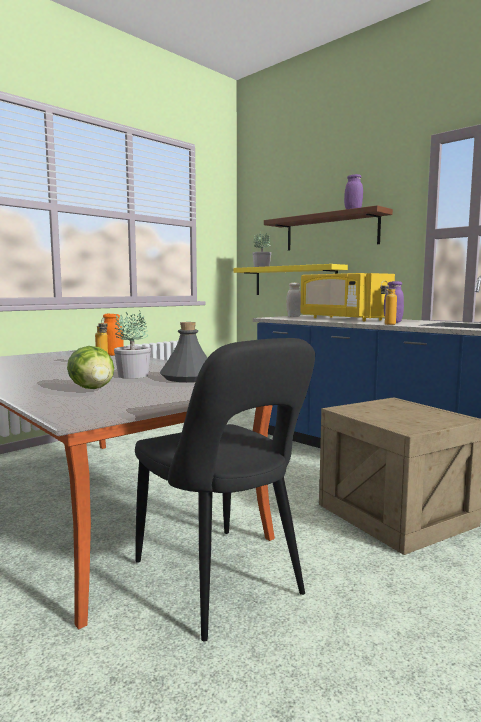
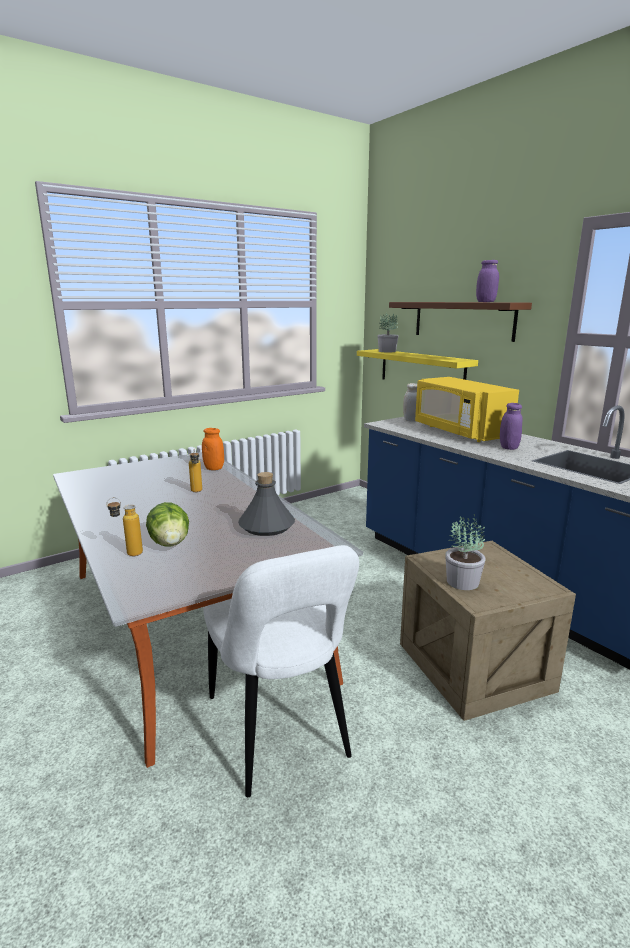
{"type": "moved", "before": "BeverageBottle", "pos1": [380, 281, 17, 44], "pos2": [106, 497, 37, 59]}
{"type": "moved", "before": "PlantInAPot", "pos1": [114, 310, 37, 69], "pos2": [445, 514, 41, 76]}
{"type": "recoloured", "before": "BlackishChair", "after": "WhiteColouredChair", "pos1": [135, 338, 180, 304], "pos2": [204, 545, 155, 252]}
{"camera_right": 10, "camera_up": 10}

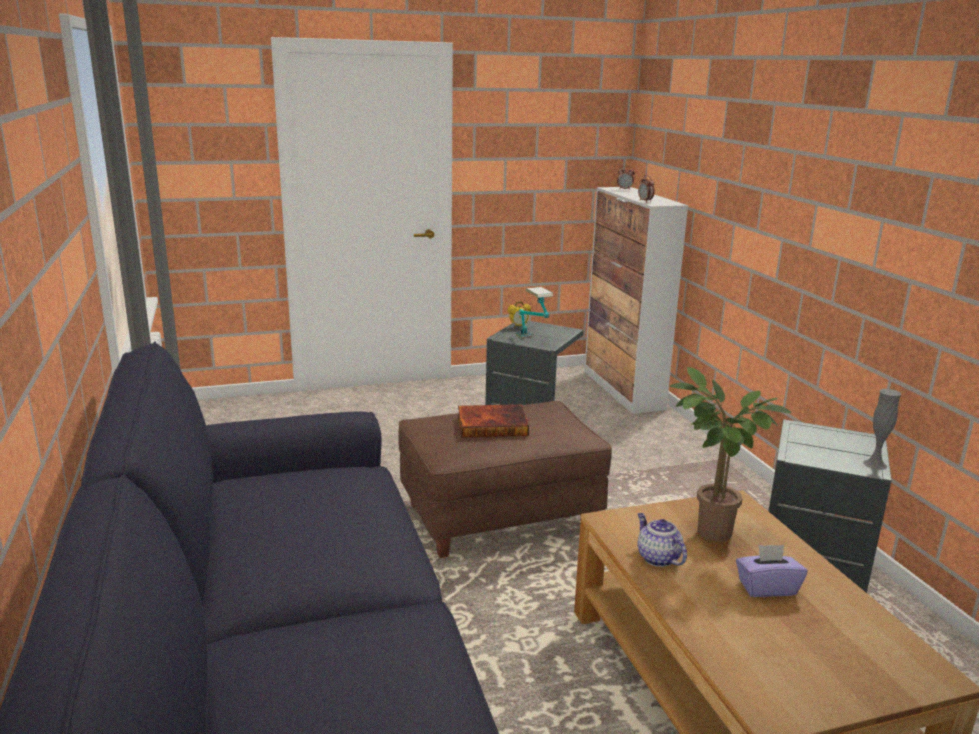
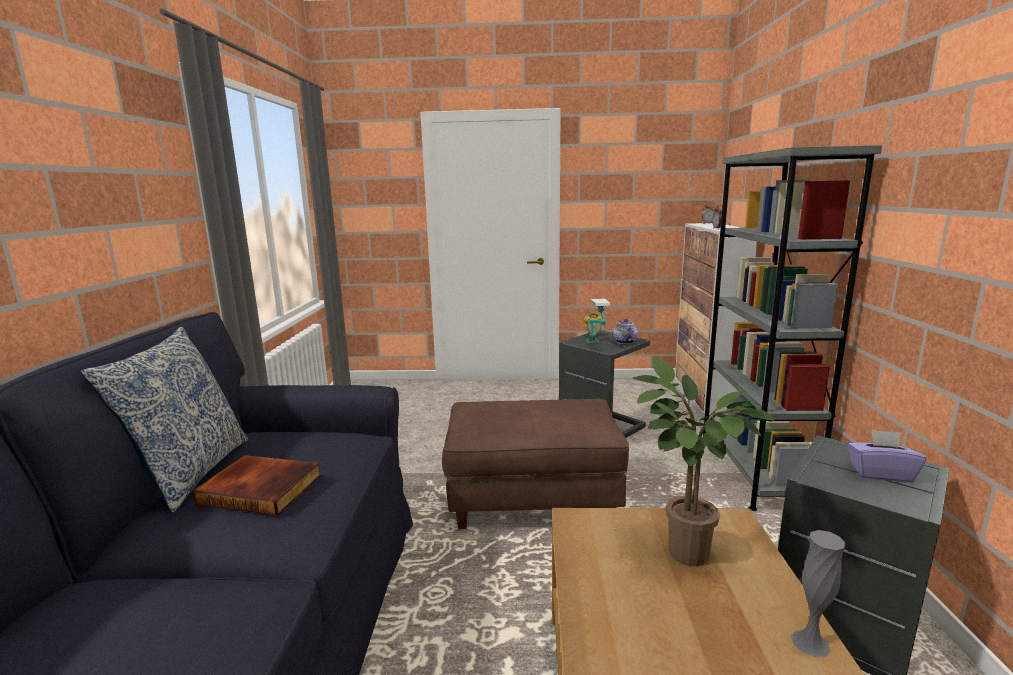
{"type": "moved", "before": "GreyishDecorativeVase", "pos1": [863, 389, 38, 81], "pos2": [791, 530, 54, 128]}
{"type": "moved", "before": "BoundBook", "pos1": [458, 404, 71, 34], "pos2": [193, 455, 128, 60]}
{"type": "moved", "before": "Teapot", "pos1": [638, 513, 49, 54], "pos2": [613, 319, 25, 25]}
{"type": "moved", "before": "PurplishTissueHolder", "pos1": [736, 545, 71, 52], "pos2": [847, 430, 79, 52]}
{"type": "added", "after": "GreyishBookshelf", "pos2": [703, 145, 179, 366]}
{"type": "added", "after": "Pillow", "pos2": [81, 327, 167, 186]}
{"camera_right": 20, "camera_up": -5}

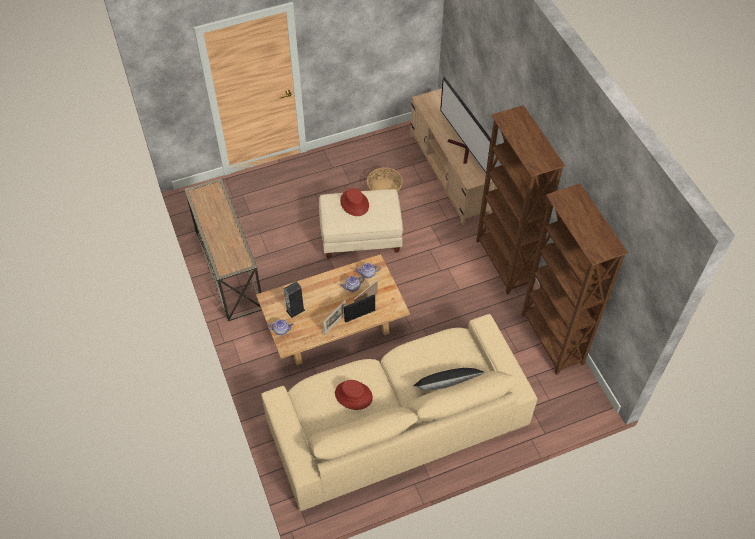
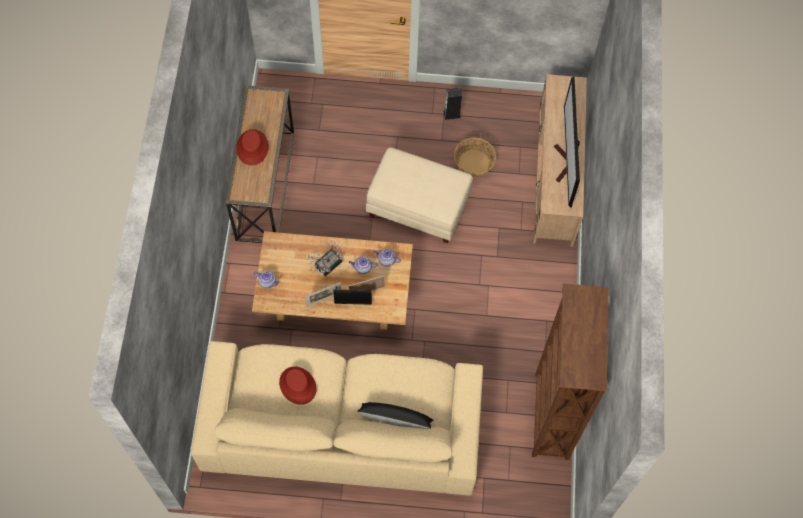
{"type": "removed", "before": "BrownColouredBookshelf", "pos1": [476, 105, 89, 189]}
{"type": "moved", "before": "RedWearableHat", "pos1": [340, 188, 29, 28], "pos2": [236, 129, 33, 37]}
{"type": "moved", "before": "AudioSpeaker", "pos1": [284, 281, 21, 37], "pos2": [443, 88, 19, 32]}
{"type": "added", "after": "PlantInAPot", "pos2": [307, 241, 36, 36]}
{"camera_right": 25, "camera_up": 10}

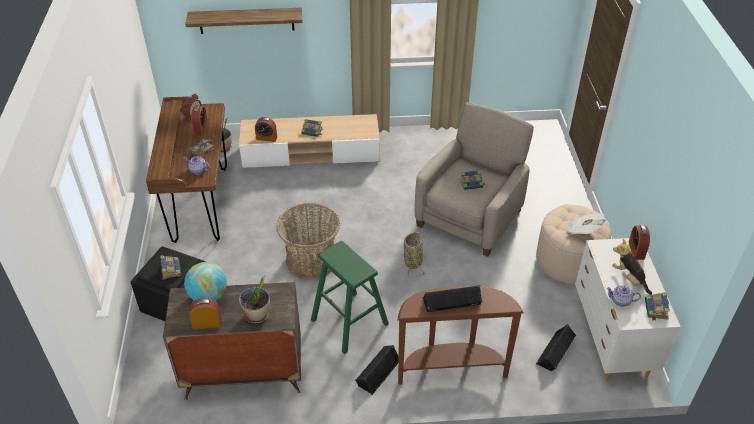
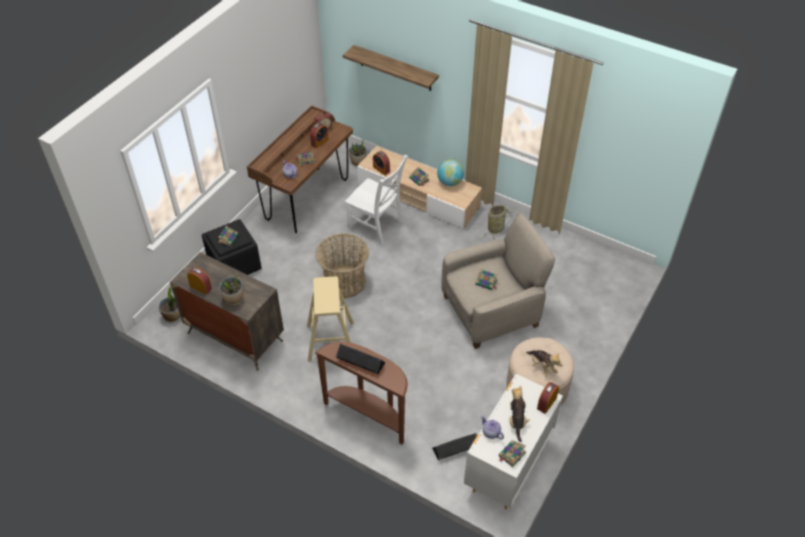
{"type": "replaced", "before": "PrintedPaper", "after": "SoftToy", "pos1": [567, 213, 40, 21], "pos2": [526, 350, 36, 27]}
{"type": "moved", "before": "HouseholdBasket", "pos1": [404, 232, 22, 46], "pos2": [484, 205, 29, 34]}
{"type": "recoloured", "before": "GreenStoolSeat", "after": "BeigeStoolSeat", "pos1": [311, 241, 78, 113], "pos2": [307, 276, 47, 86]}
{"type": "moved", "before": "Globe", "pos1": [184, 262, 43, 39], "pos2": [437, 159, 27, 27]}
{"type": "removed", "before": "BlackishAudioSpeaker", "pos1": [355, 345, 43, 50]}
{"type": "added", "after": "WhiteColouredChair", "pos2": [345, 155, 63, 90]}
{"type": "added", "after": "PlantInAPot", "pos2": [159, 285, 21, 37]}
{"camera_right": 35, "camera_up": 5}

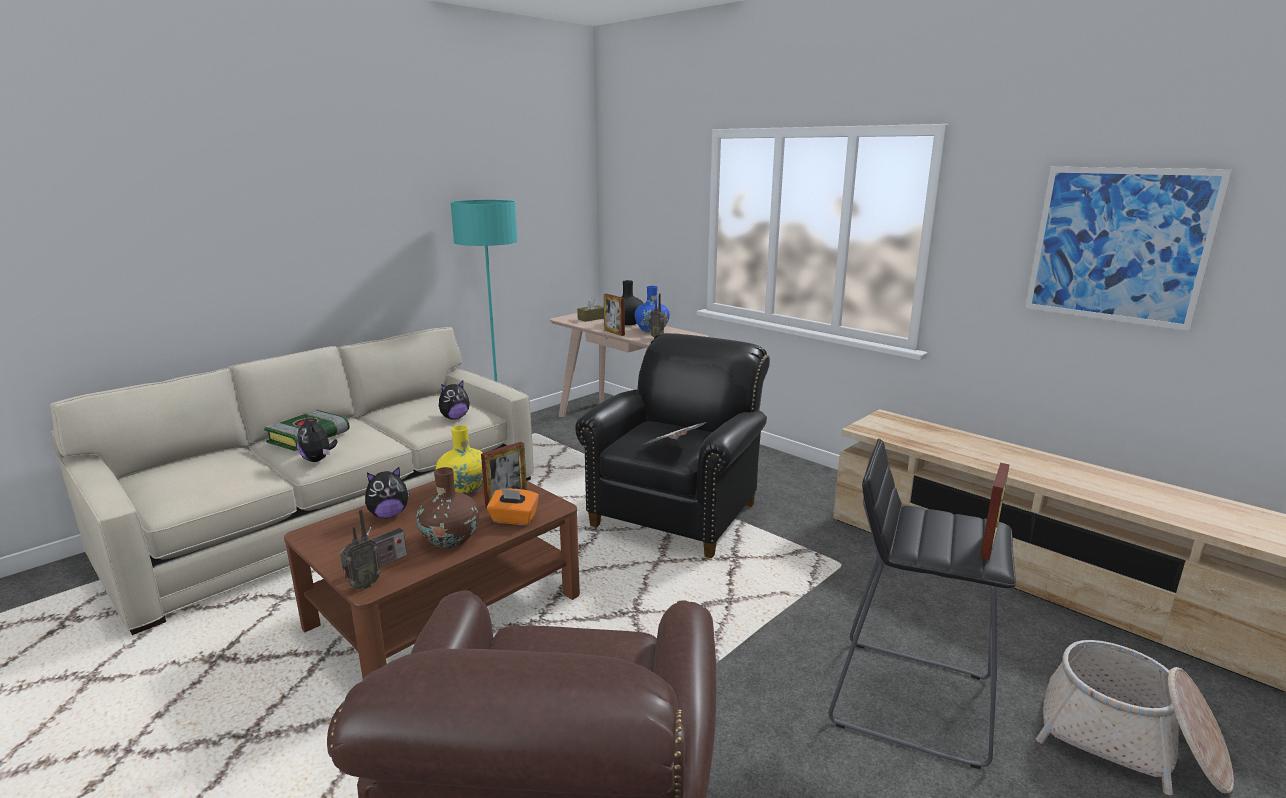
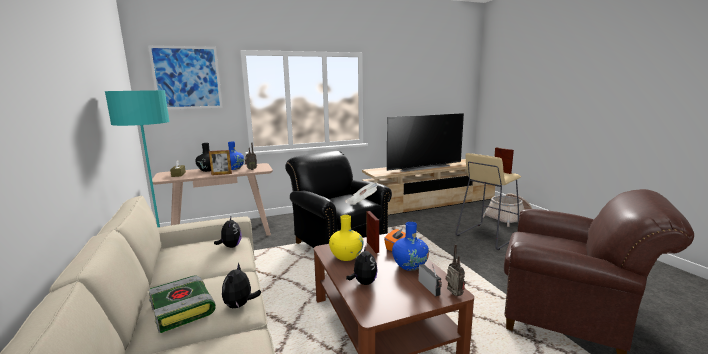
{"type": "moved", "before": "Picture", "pos1": [1025, 167, 208, 164], "pos2": [148, 45, 75, 65]}
{"type": "turned", "before": "SoftToy", "pos1": [297, 416, 40, 46], "pos2": [222, 263, 40, 45], "turn": 105}
{"type": "recoloured", "before": "BlackishStoolSeat", "after": "BeigeStoolSeat", "pos1": [829, 439, 187, 330], "pos2": [455, 153, 66, 97]}
{"type": "recoloured", "before": "BrownColouredDecorativeVase", "after": "BlueColouredDecorativeVase", "pos1": [416, 467, 63, 81], "pos2": [392, 222, 37, 49]}
{"type": "added", "after": "TvSet", "pos2": [387, 113, 77, 59]}
{"camera_right": -65, "camera_up": -5}

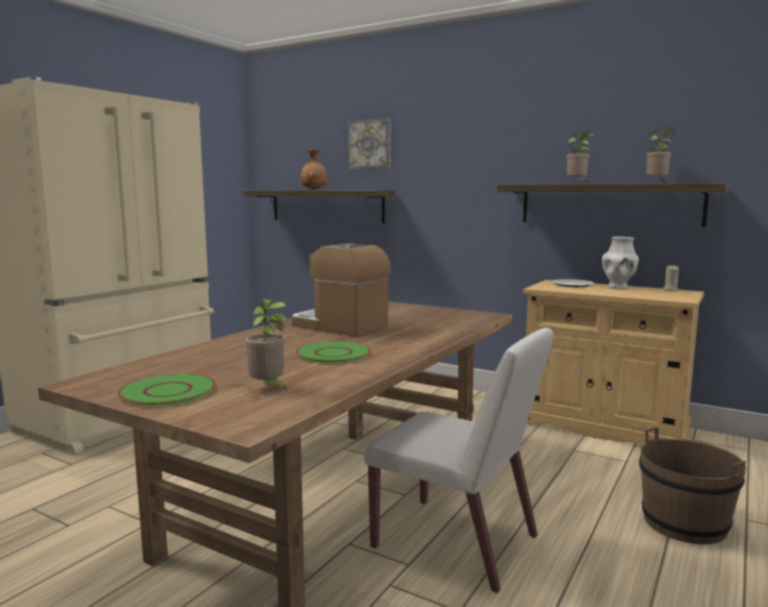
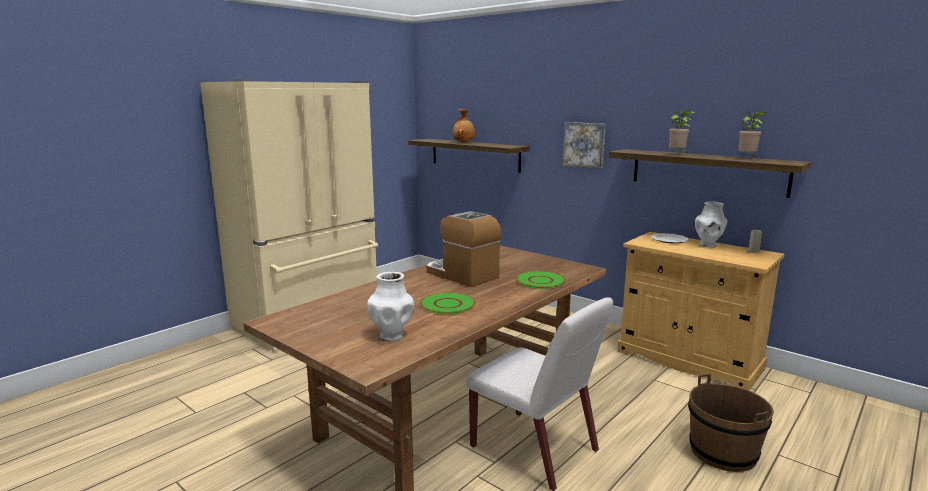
{"type": "moved", "before": "Picture", "pos1": [348, 118, 43, 51], "pos2": [562, 122, 44, 47]}
{"type": "replaced", "before": "PlantInAPot", "after": "WhiteColouredDecorativeVase", "pos1": [245, 299, 42, 93], "pos2": [367, 272, 47, 70]}
{"type": "moved", "before": "GreenFlatDish", "pos1": [118, 374, 98, 32], "pos2": [516, 271, 50, 18]}
{"camera_right": 10, "camera_up": 5}

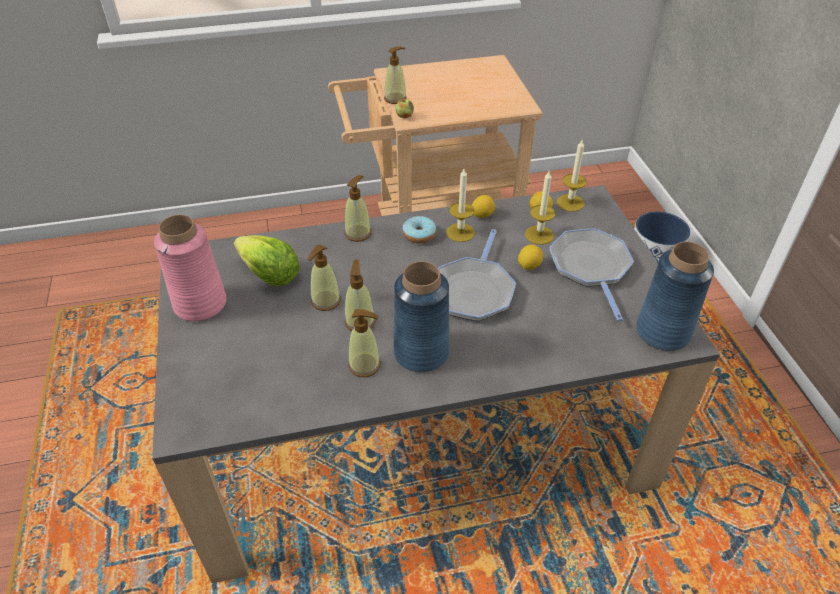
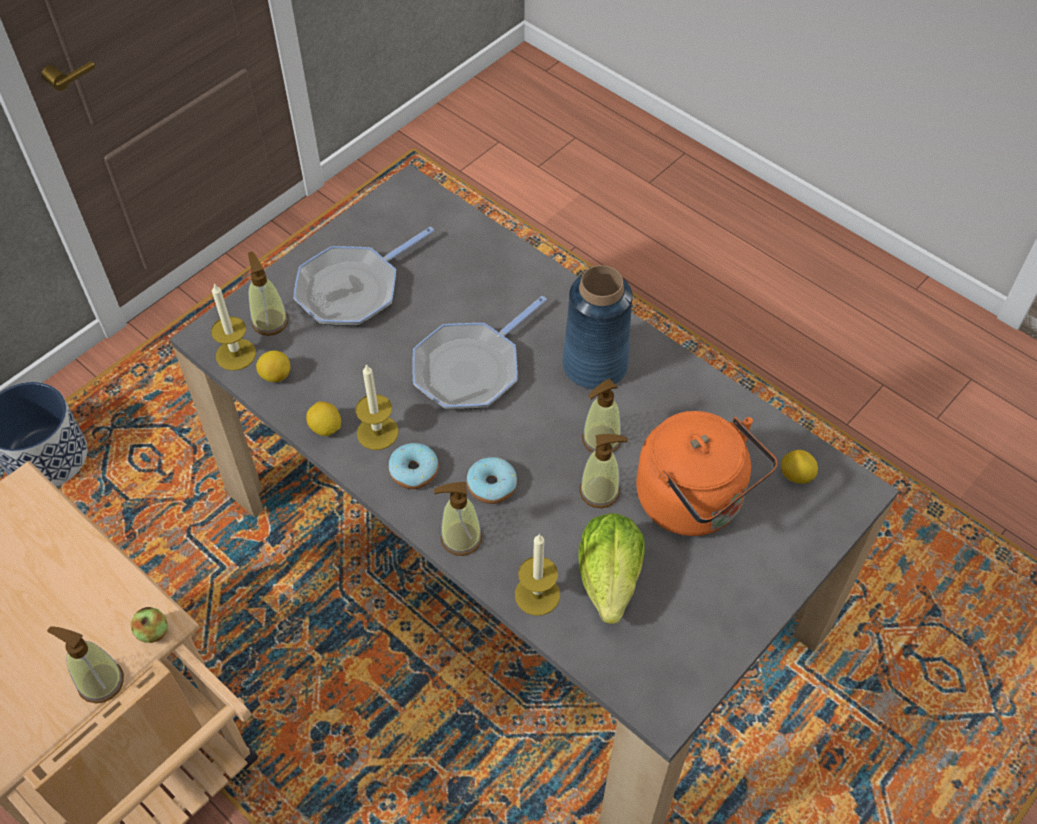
{"type": "moved", "before": "WaxLight", "pos1": [525, 171, 30, 74], "pos2": [515, 534, 45, 82]}
{"type": "removed", "before": "PinkColouredDecorativeVase", "pos1": [154, 215, 72, 106]}
{"type": "turned", "before": "Pan", "pos1": [438, 229, 78, 92], "pos2": [412, 296, 135, 113], "turn": 150}
{"type": "removed", "before": "BlueColouredDecorativeVase", "pos1": [636, 242, 78, 109]}
{"type": "moved", "before": "CitrusFruit", "pos1": [518, 244, 25, 26], "pos2": [781, 450, 37, 34]}
{"type": "moved", "before": "SoapDispenser", "pos1": [348, 309, 33, 68], "pos2": [248, 252, 41, 84]}
{"type": "added", "after": "OrangeTeaKettle", "pos2": [636, 411, 141, 125]}
{"type": "added", "after": "Donut", "pos2": [467, 457, 50, 47]}
{"camera_right": -125, "camera_up": 10}

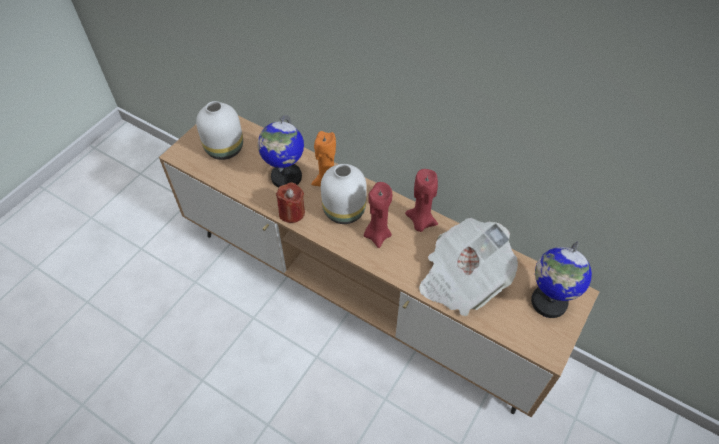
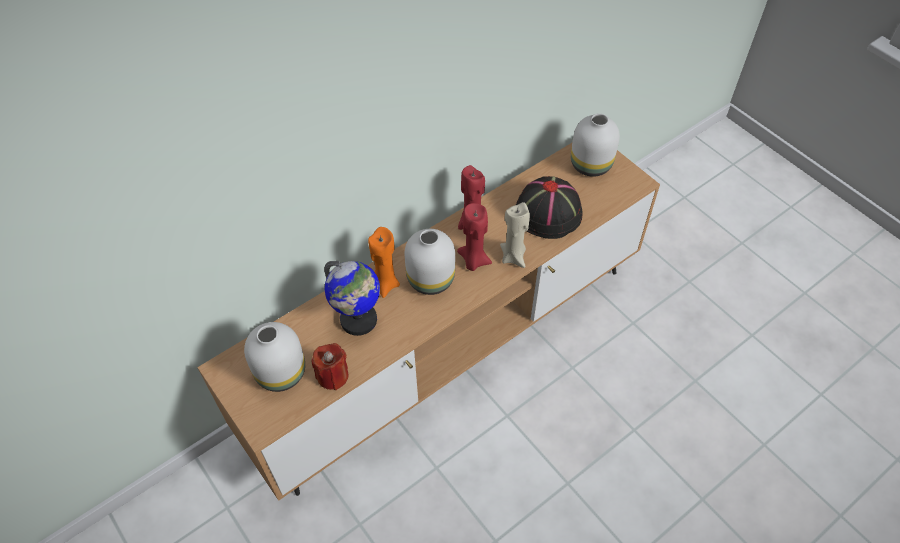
{"type": "moved", "before": "RedWaxLight", "pos1": [276, 182, 29, 41], "pos2": [311, 343, 38, 47]}
{"type": "replaced", "before": "PrintedPaper", "after": "BlackishWearableHat", "pos1": [419, 218, 99, 98], "pos2": [516, 176, 66, 63]}
{"type": "replaced", "before": "Globe", "after": "WhiteColouredDecorativeVase", "pos1": [531, 242, 61, 76], "pos2": [571, 113, 49, 64]}
{"type": "added", "after": "BeigeWaxLight", "pos2": [500, 202, 30, 66]}
{"camera_right": -70, "camera_up": 0}

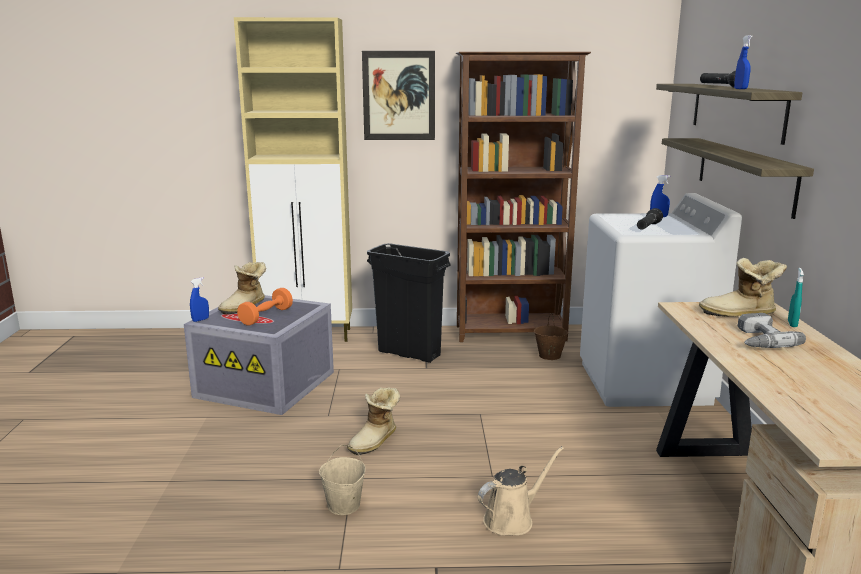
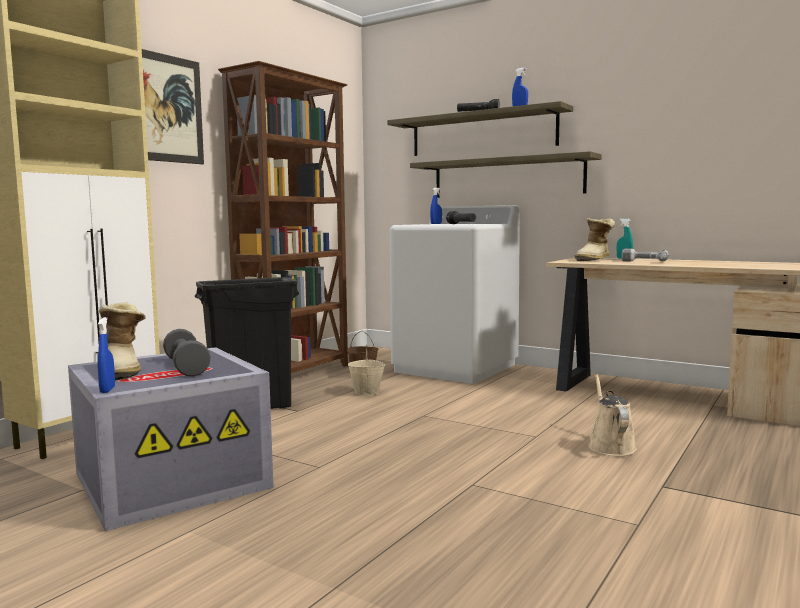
{"type": "recoloured", "before": "OrangeFreeWeight", "after": "GreyishFreeWeight", "pos1": [237, 288, 56, 37], "pos2": [163, 329, 48, 48]}
{"type": "removed", "before": "HighTopBoot", "pos1": [347, 387, 53, 68]}
{"type": "moved", "before": "BeigeWaterBucket", "pos1": [319, 445, 46, 70], "pos2": [348, 343, 37, 53]}
{"camera_right": -55, "camera_up": -10}

